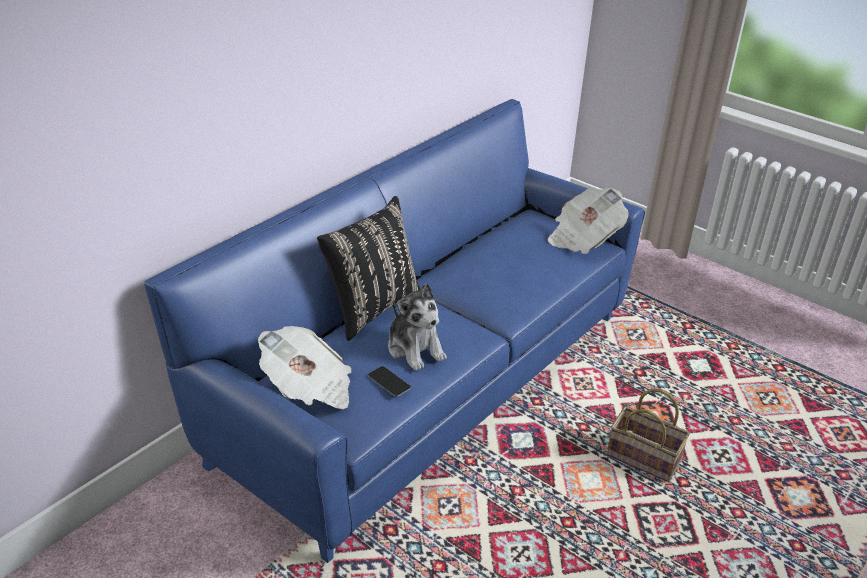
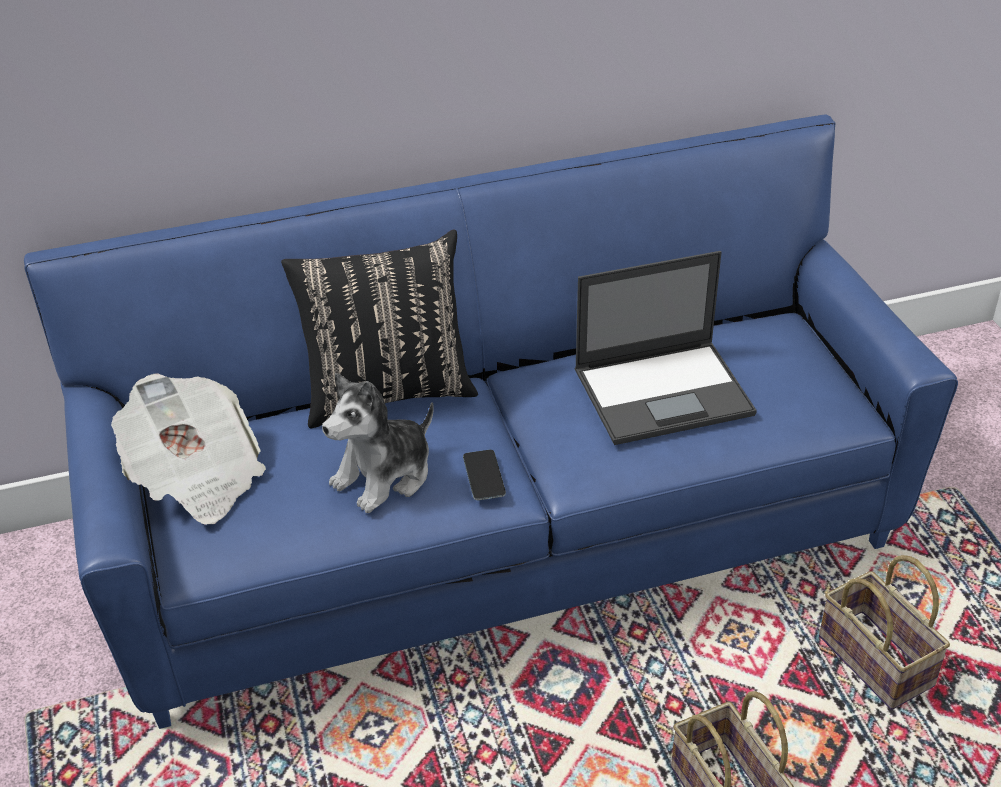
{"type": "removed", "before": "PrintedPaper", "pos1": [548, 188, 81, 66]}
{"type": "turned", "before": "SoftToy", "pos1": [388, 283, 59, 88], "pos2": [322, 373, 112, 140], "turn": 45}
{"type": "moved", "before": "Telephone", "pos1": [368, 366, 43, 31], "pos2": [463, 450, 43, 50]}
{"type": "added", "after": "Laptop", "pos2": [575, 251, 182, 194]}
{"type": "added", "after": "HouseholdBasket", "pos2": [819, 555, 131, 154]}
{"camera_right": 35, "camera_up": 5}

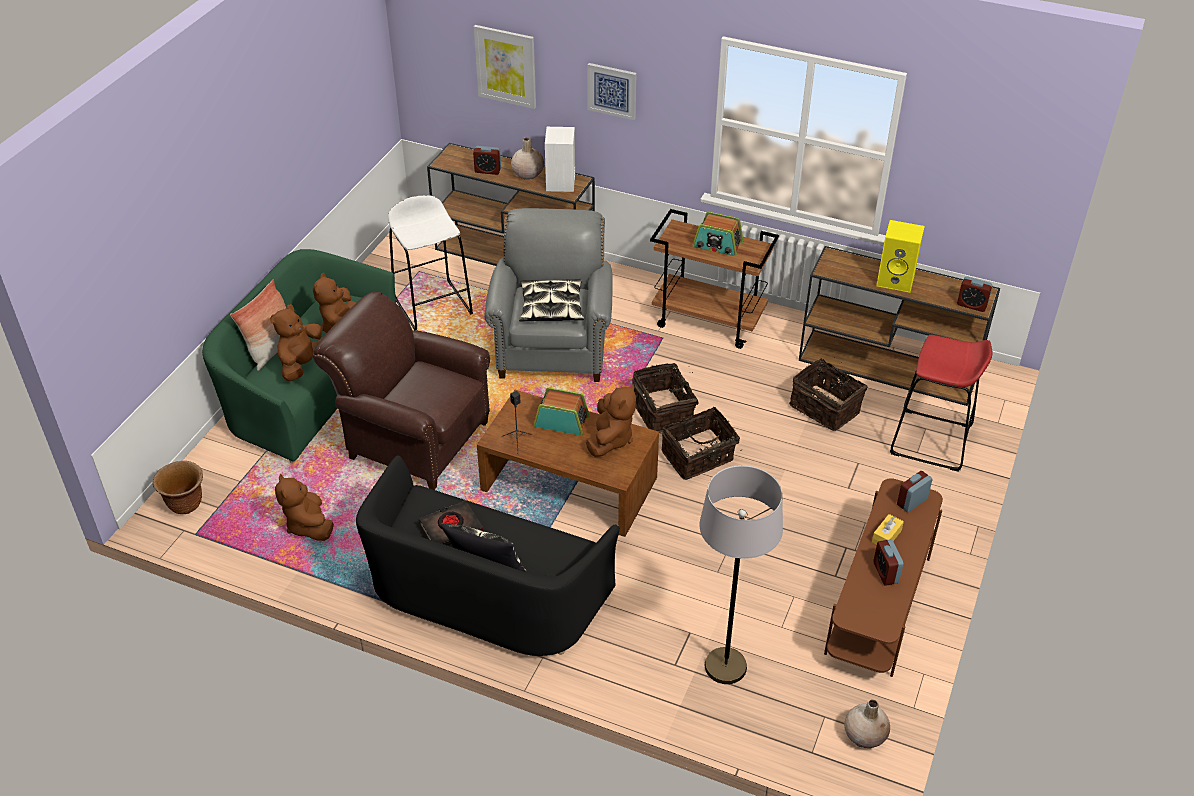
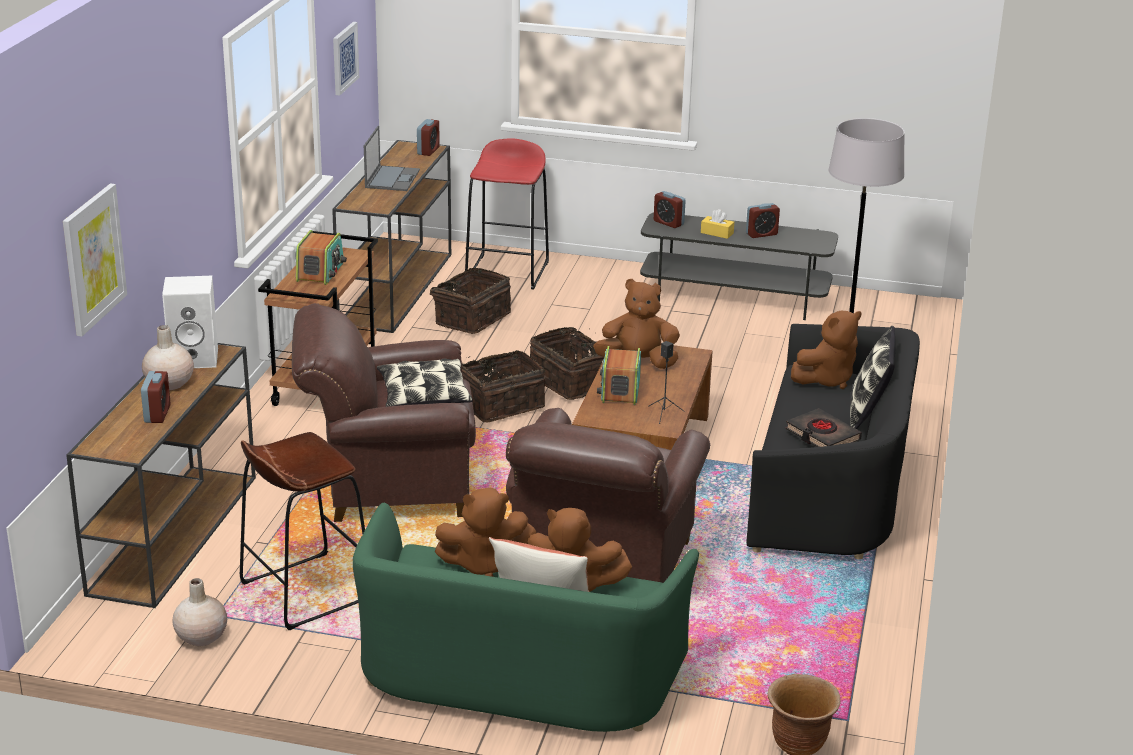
{"type": "moved", "before": "Picture", "pos1": [587, 63, 50, 57], "pos2": [333, 22, 26, 74]}
{"type": "recoloured", "before": "WhiteColouredStoolSeat", "after": "BrownColouredStoolSeat", "pos1": [388, 196, 85, 135], "pos2": [240, 432, 125, 198]}
{"type": "recoloured", "before": "GreyishLoungeChair", "after": "BrownColouredLoungeChair", "pos1": [484, 208, 129, 174], "pos2": [292, 303, 184, 219]}
{"type": "replaced", "before": "YellowAudioSpeaker", "after": "Laptop", "pos1": [876, 220, 49, 73], "pos2": [364, 126, 56, 65]}
{"type": "moved", "before": "BrownColouredSoftToy", "pos1": [275, 474, 59, 67], "pos2": [791, 311, 71, 78]}
{"type": "recoloured", "before": "BrownColouredMediaConsole", "after": "GreyishMediaConsole", "pos1": [824, 478, 119, 199], "pos2": [640, 213, 198, 107]}
{"type": "moved", "before": "BeigeDecorativeVase", "pos1": [844, 699, 46, 49], "pos2": [173, 578, 54, 68]}
{"camera_right": -100, "camera_up": -15}

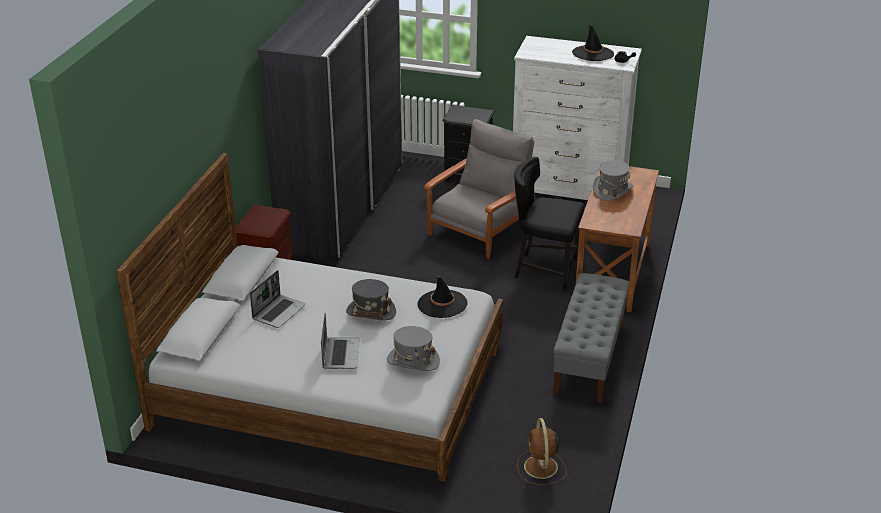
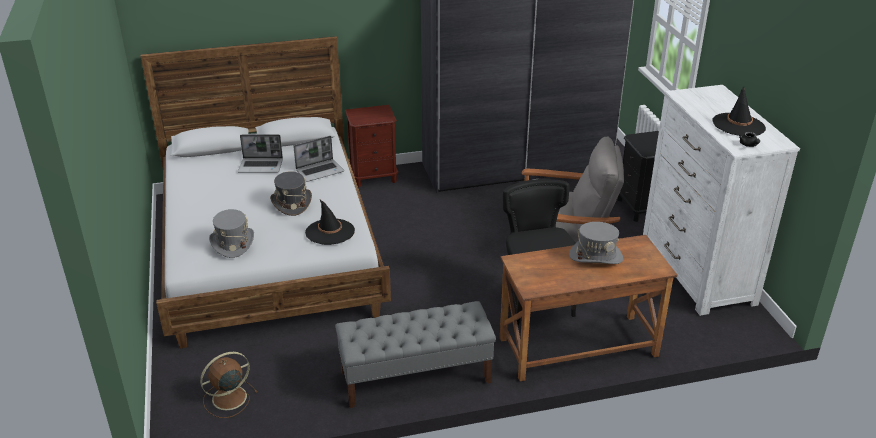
{"type": "moved", "before": "Laptop", "pos1": [321, 313, 39, 56], "pos2": [293, 136, 51, 46]}
{"camera_right": 60, "camera_up": 0}

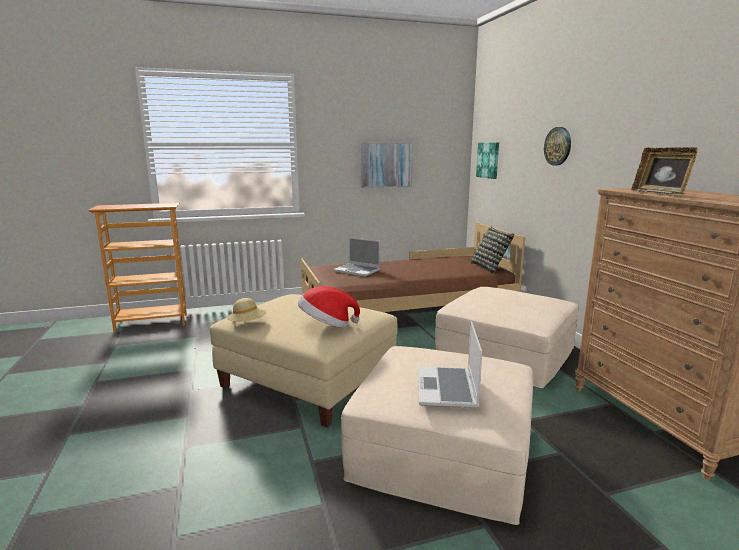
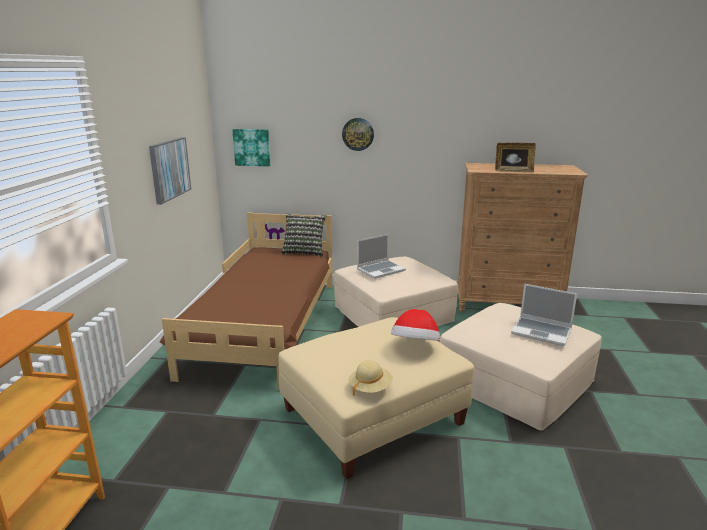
{"type": "moved", "before": "Laptop", "pos1": [333, 237, 47, 40], "pos2": [357, 234, 49, 45]}
{"camera_right": -65, "camera_up": 5}

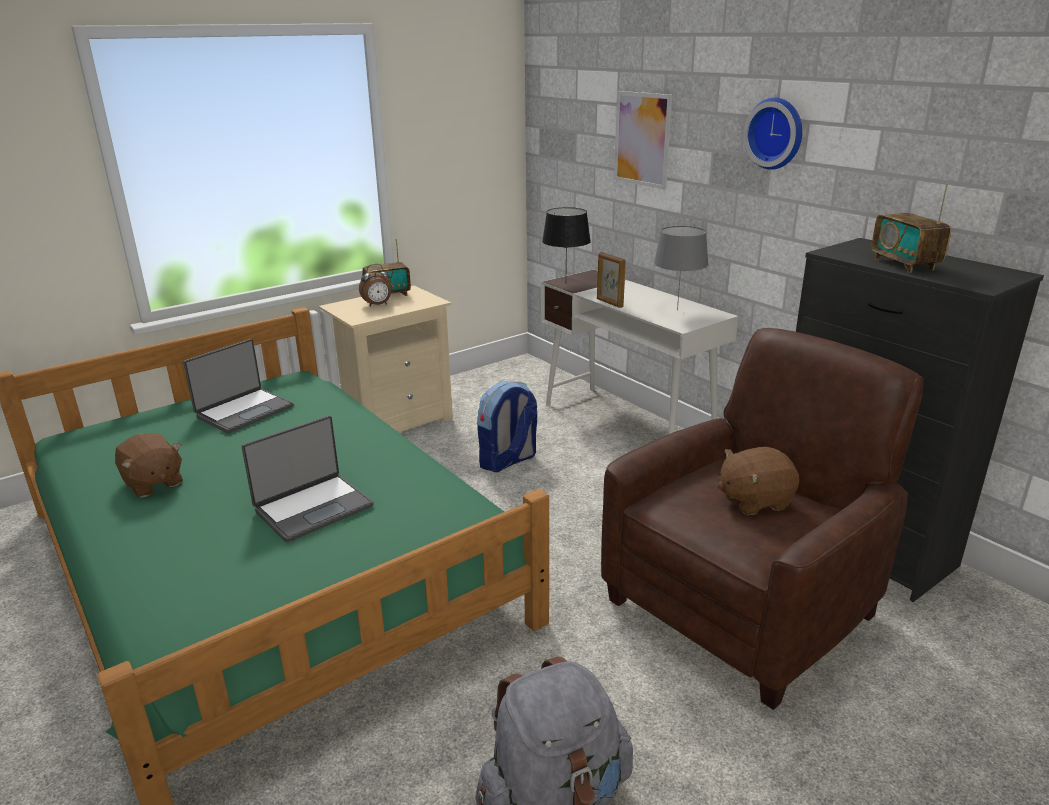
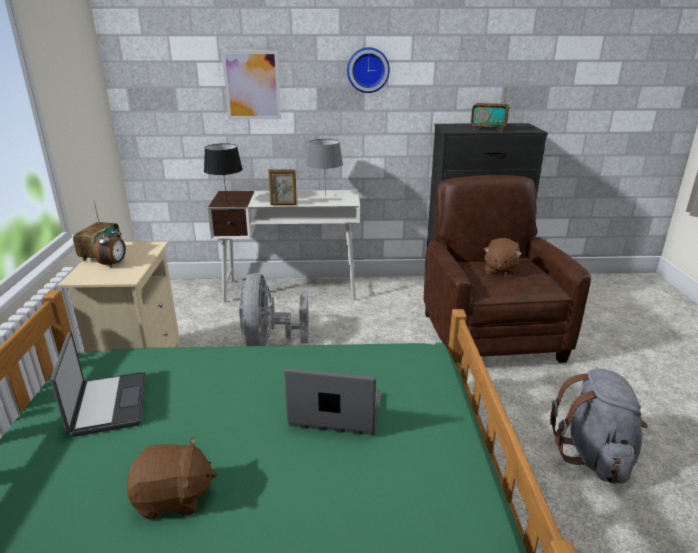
{"type": "replaced", "before": "Rucksack", "after": "GreyishFan", "pos1": [477, 381, 60, 91], "pos2": [239, 273, 70, 73]}
{"type": "turned", "before": "Laptop", "pos1": [242, 415, 132, 127], "pos2": [284, 368, 97, 67], "turn": -75}
{"camera_right": -55, "camera_up": 0}

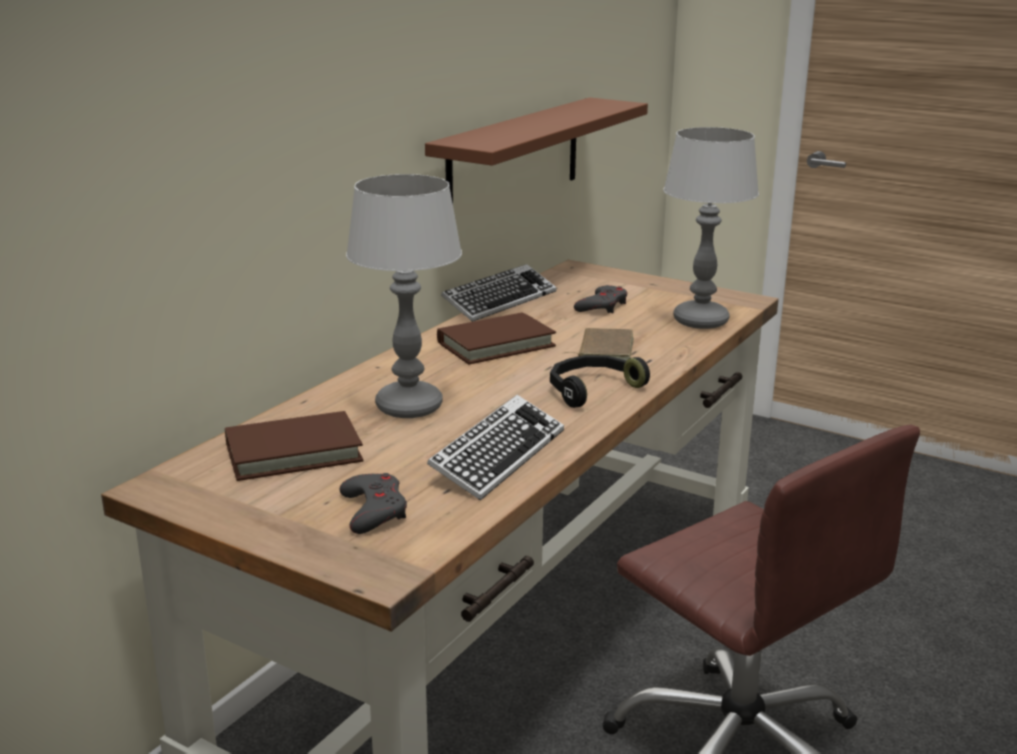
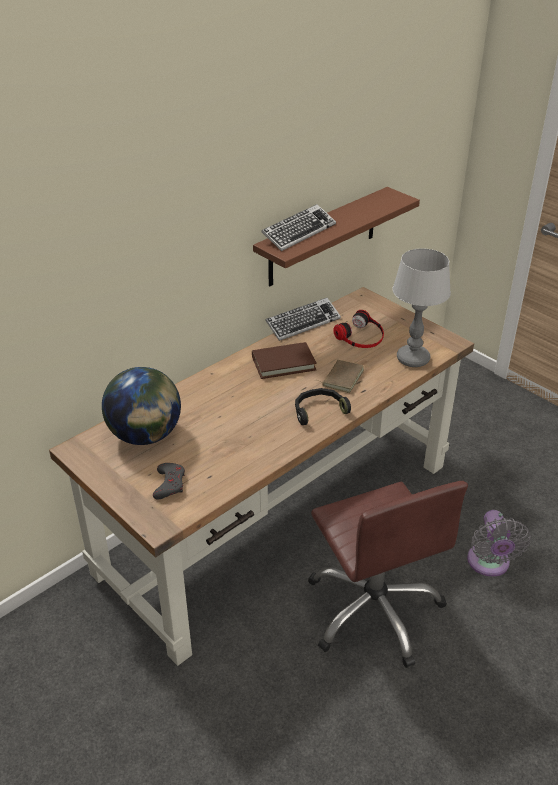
{"type": "removed", "before": "TableLamp", "pos1": [346, 174, 116, 244]}
{"type": "replaced", "before": "GreyishGameController", "after": "Headset", "pos1": [574, 285, 53, 28], "pos2": [333, 310, 51, 38]}
{"type": "moved", "before": "ComputerKeyboard", "pos1": [427, 395, 137, 106], "pos2": [261, 204, 75, 47]}
{"type": "replaced", "before": "BrownColouredBoundBook", "after": "Globe", "pos1": [225, 411, 138, 70], "pos2": [102, 367, 79, 78]}
{"type": "added", "after": "GreyishFan", "pos2": [467, 510, 64, 67]}
{"camera_right": 15, "camera_up": 15}

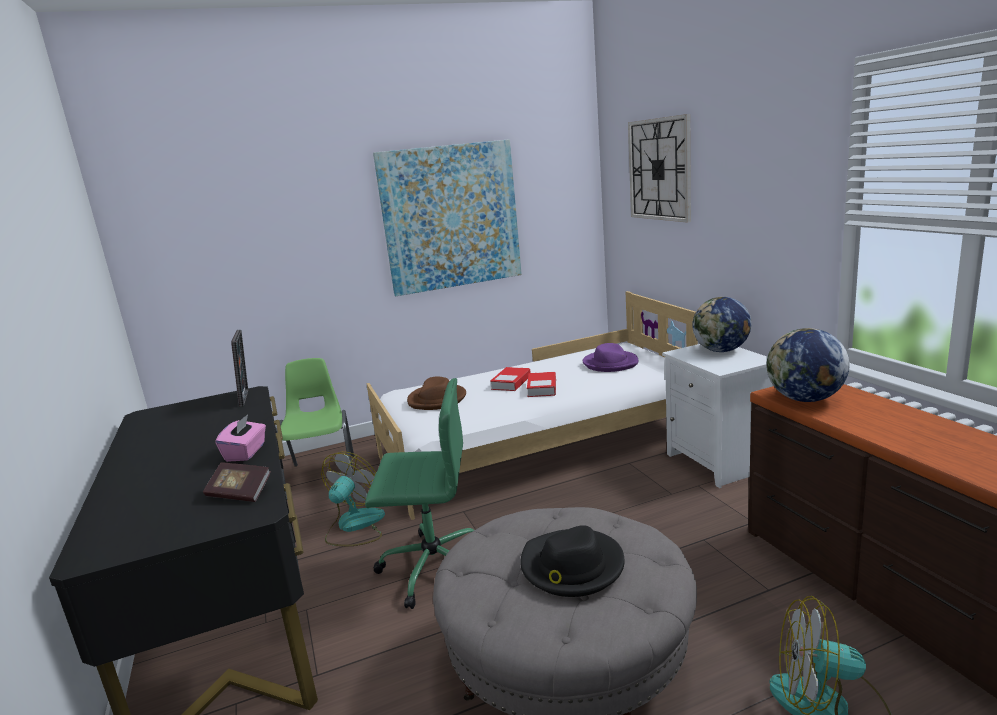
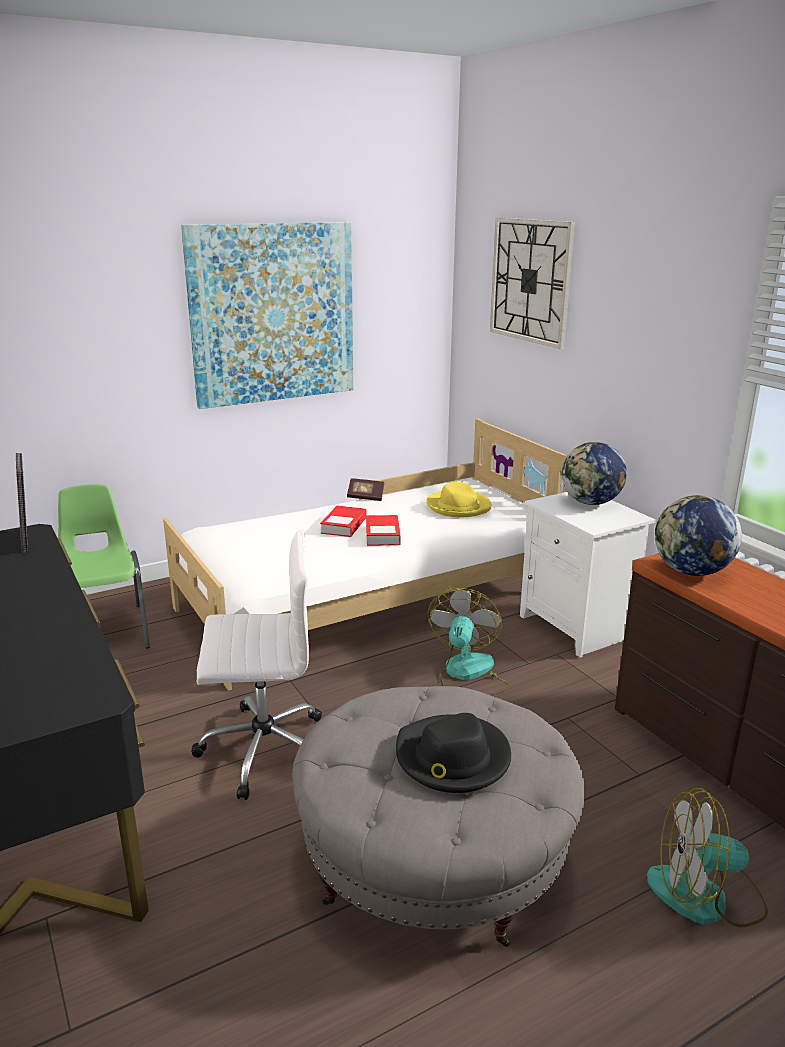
{"type": "recoloured", "before": "PurplishWearableHat", "after": "YellowWearableHat", "pos1": [583, 343, 55, 29], "pos2": [426, 482, 66, 35]}
{"type": "removed", "before": "BrownColouredWearableHat", "pos1": [407, 376, 59, 34]}
{"type": "recoloured", "before": "GreenDeskChair", "after": "WhiteColouredDeskChair", "pos1": [365, 378, 109, 231], "pos2": [191, 530, 131, 270]}
{"type": "removed", "before": "PinkColouredTissueHolder", "pos1": [216, 414, 50, 48]}
{"type": "moved", "before": "Fan", "pos1": [321, 452, 64, 94], "pos2": [428, 588, 82, 107]}
{"type": "moved", "before": "BoundBook", "pos1": [203, 462, 68, 40], "pos2": [347, 478, 38, 23]}
{"camera_right": -10, "camera_up": 5}

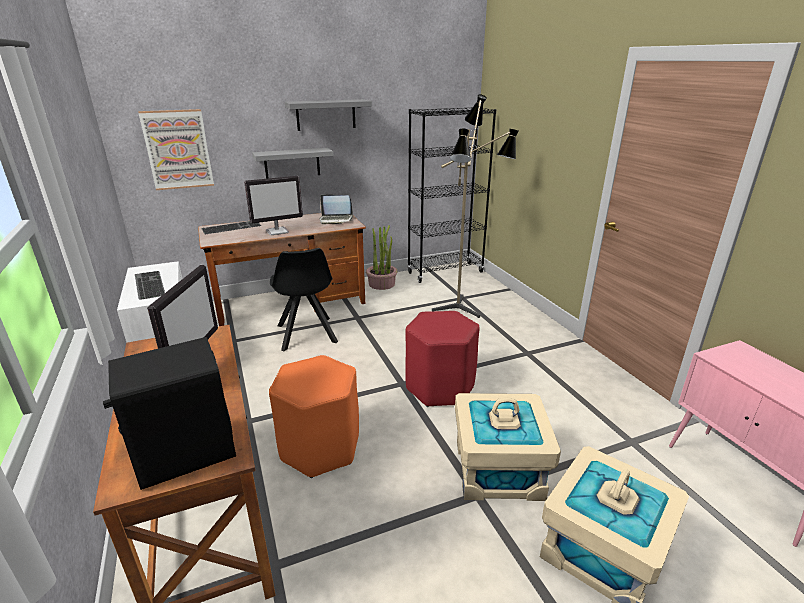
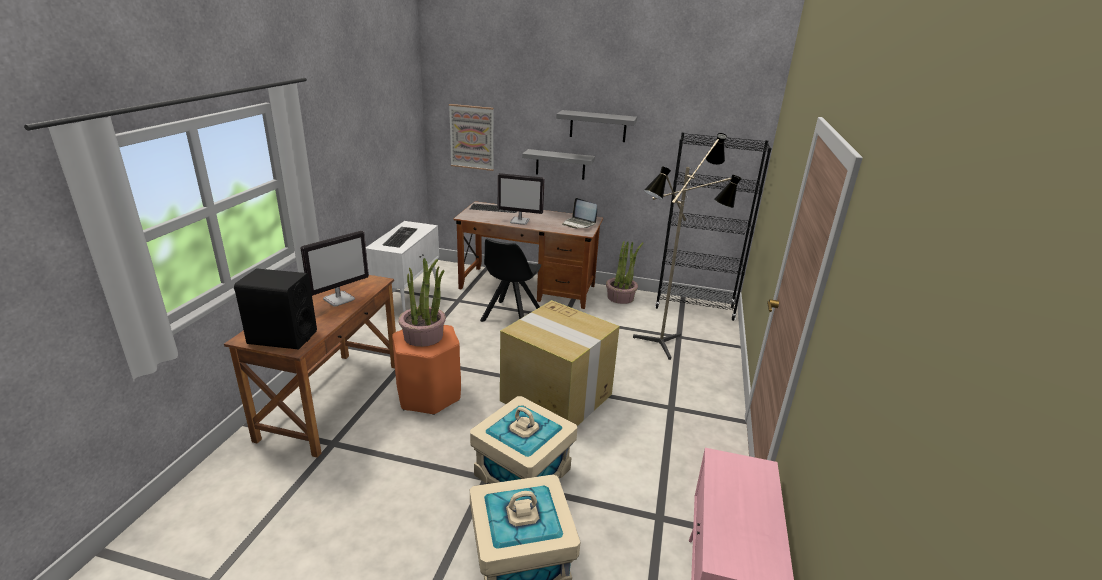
{"type": "replaced", "before": "RedStoolSeat", "after": "CardboardBox", "pos1": [405, 311, 75, 96], "pos2": [500, 300, 120, 126]}
{"type": "added", "after": "PlantInAPot", "pos2": [398, 258, 48, 89]}
{"camera_right": 35, "camera_up": 0}

